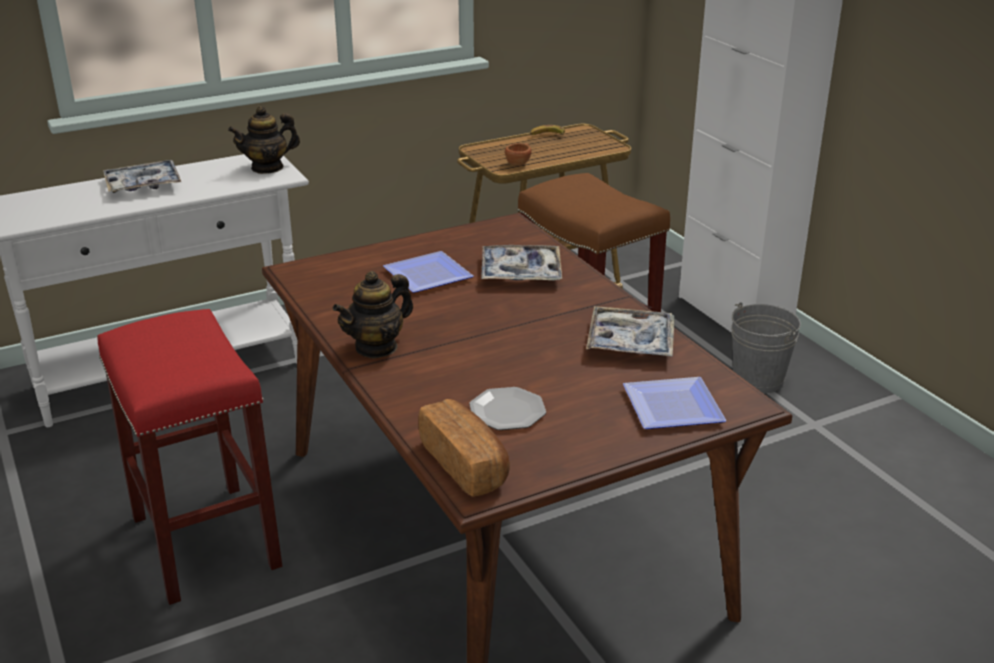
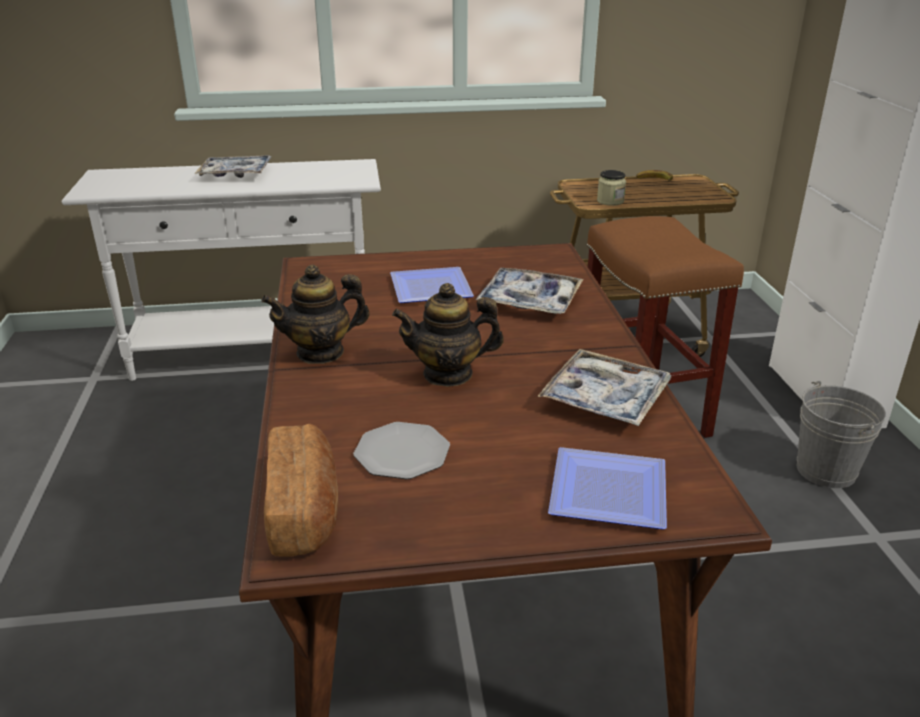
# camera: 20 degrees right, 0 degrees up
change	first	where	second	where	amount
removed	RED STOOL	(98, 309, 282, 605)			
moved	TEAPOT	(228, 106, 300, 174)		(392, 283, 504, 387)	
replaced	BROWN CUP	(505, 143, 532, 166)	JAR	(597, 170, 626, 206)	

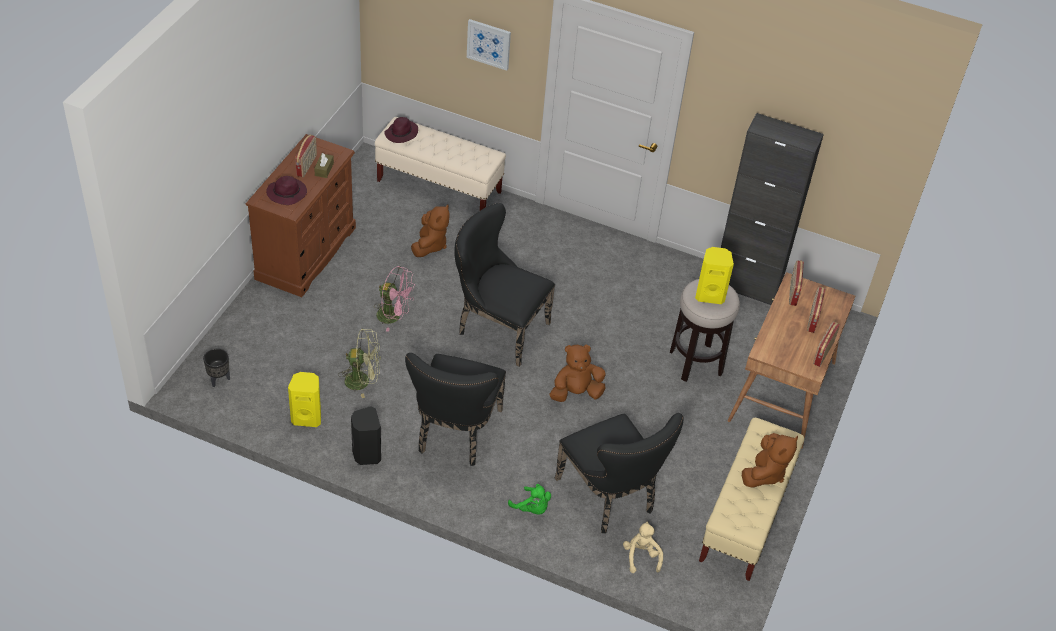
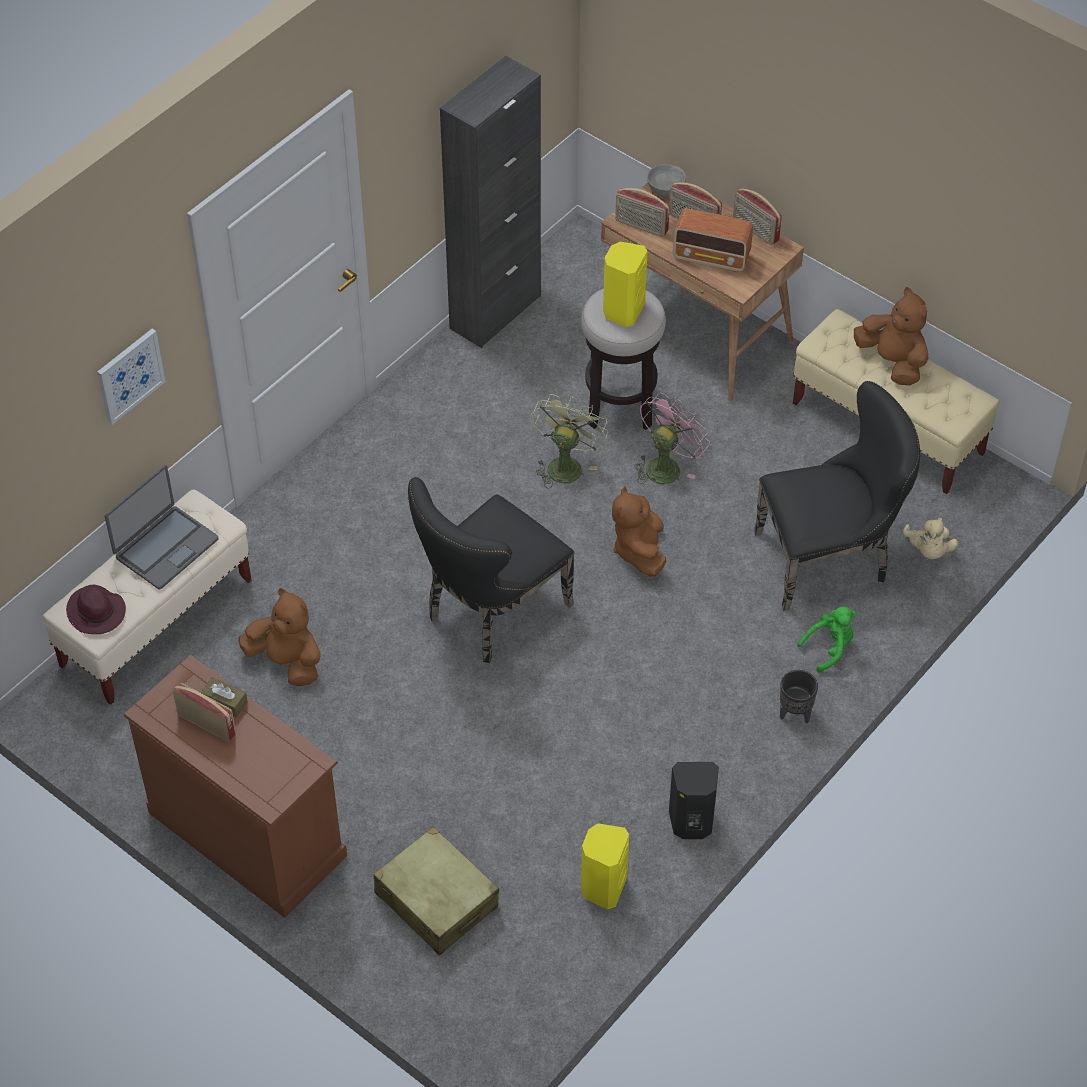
# camera: 70 degrees left, 5 degrees up
change	first	where	second	where	amount
removed	PURPLE HAT	(266, 176, 307, 205)			
removed	BLACK CHAIR	(405, 353, 506, 466)			
added			LAPTOP	(105, 465, 218, 589)	
added			BEIGE SUITCASE	(373, 826, 499, 956)	
added			GREY BOWL	(647, 164, 686, 196)	
added			RADIO	(673, 208, 753, 272)	
moved	BLACK PLANTER	(203, 348, 230, 387)		(780, 670, 818, 723)	
moved	GREEN FAN	(338, 329, 381, 398)		(532, 394, 608, 489)	
moved	PINK FAN	(375, 266, 414, 332)		(634, 393, 710, 484)	
turned	BEIGE PLUSH TOY	(623, 522, 663, 573)		(903, 518, 958, 559)	105 degrees counterclockwise

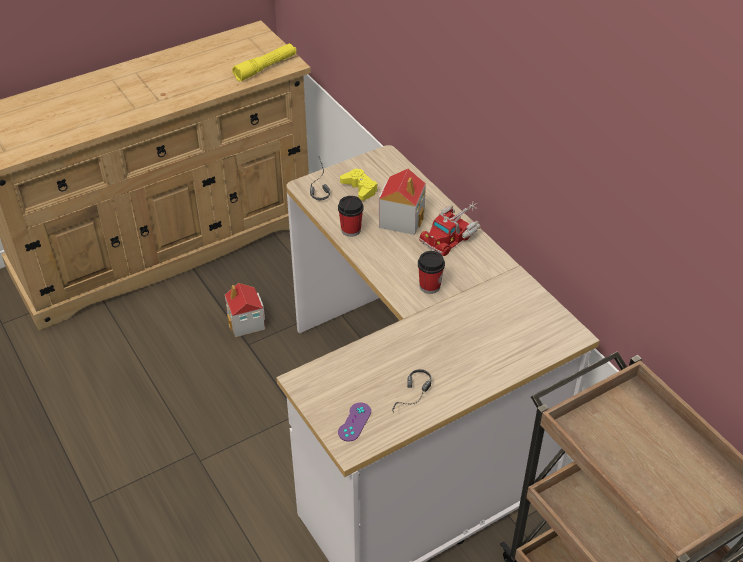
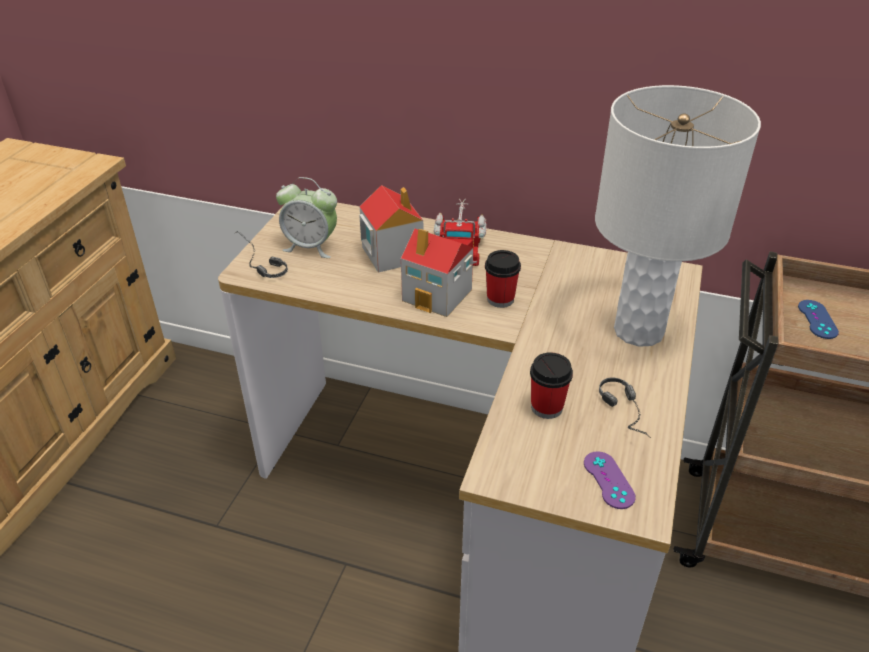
# camera: 40 degrees left, 5 degrees down
change	first	where	second	where	amount
removed	YELLOW FLASHLIGHT	(232, 43, 297, 81)			
added			WHITE TABLE LAMP	(595, 85, 761, 347)	
added			BLUE GAME CONTROLLER	(798, 300, 839, 339)	
moved	TOY HOUSE	(225, 283, 265, 337)		(401, 229, 473, 317)	
moved	CUP	(338, 196, 364, 237)		(530, 352, 573, 419)	
replaced	YELLOW GAME CONTROLLER	(340, 169, 378, 201)	ALARM CLOCK	(276, 177, 337, 258)	

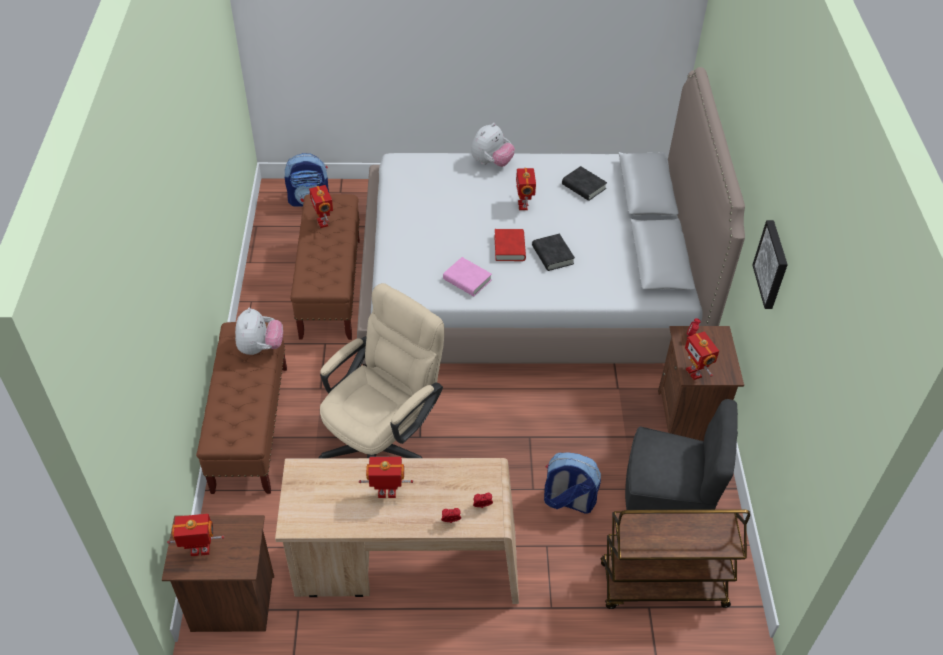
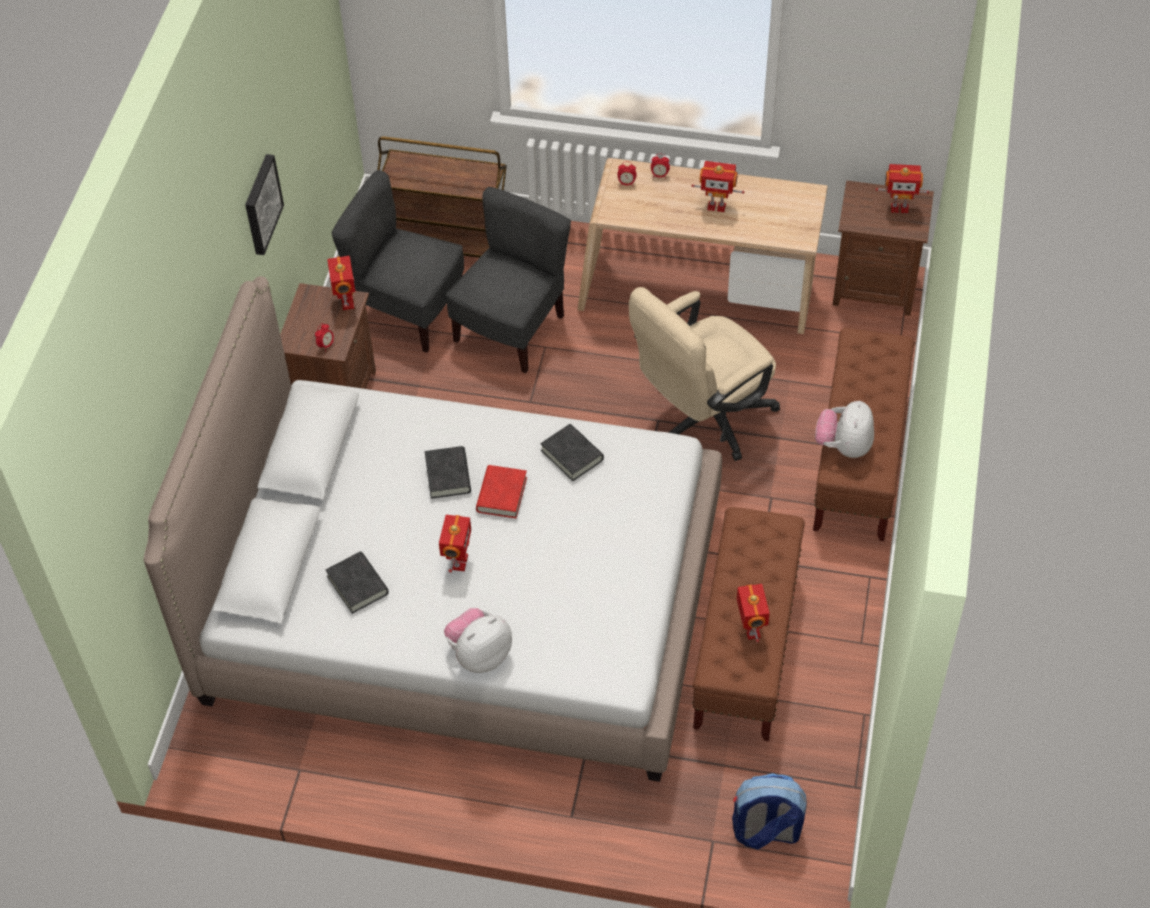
# camera: 165 degrees left, 5 degrees up
change	first	where	second	where	amount
replaced	BACKPACK	(544, 452, 601, 514)	GREY CHAIR	(446, 187, 571, 373)	
recoloured	PINK BOOK	(443, 257, 492, 296)	BLACK BOOK	(540, 424, 604, 481)	

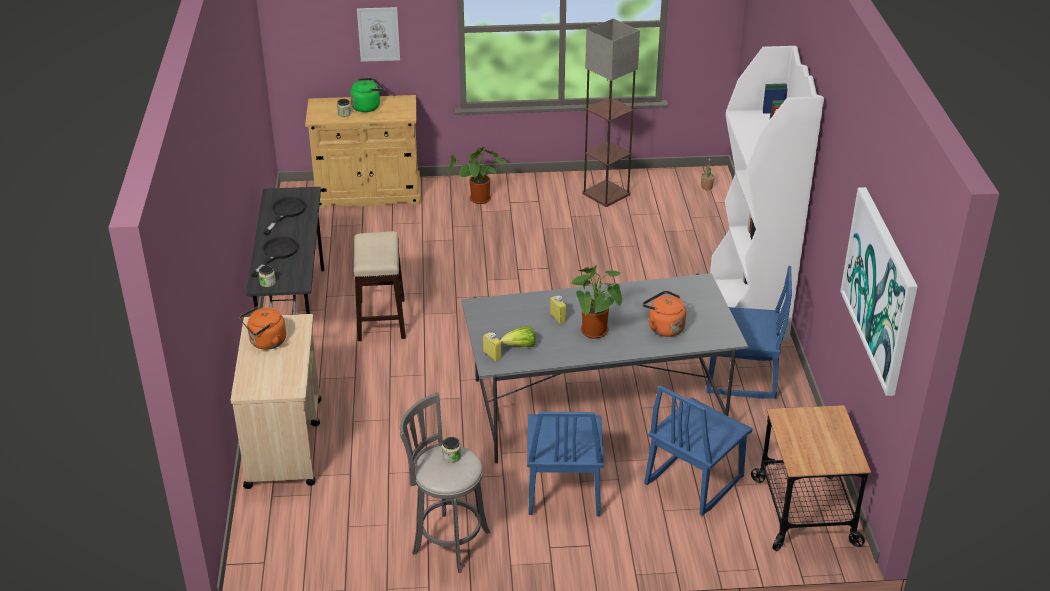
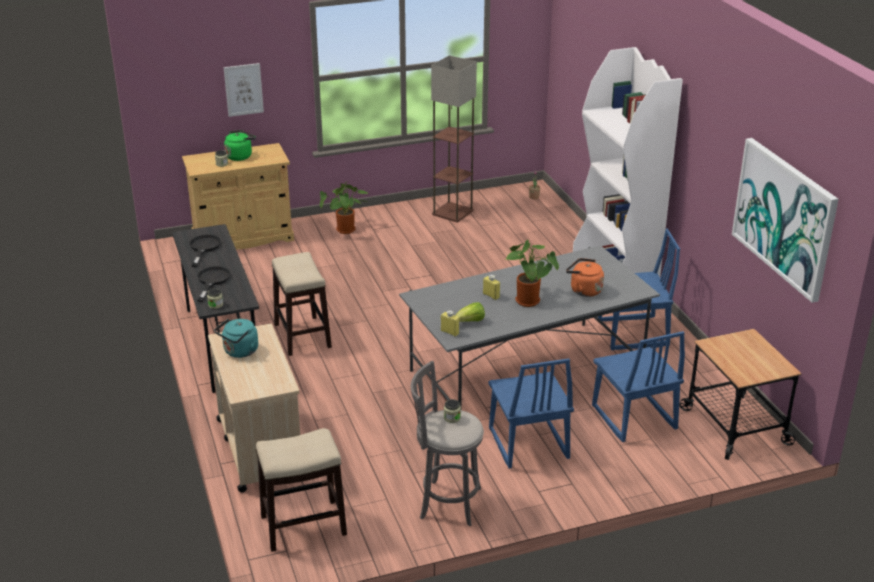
# camera: 15 degrees left, 5 degrees down
change	first	where	second	where	amount
added			STOOL	(256, 428, 347, 552)	
recoloured	ORANGE KETTLE	(240, 306, 286, 350)	TURQUOISE KETTLE	(214, 319, 258, 358)	
turned	BLUE CHAIR	(644, 386, 753, 516)		(592, 331, 685, 442)	45 degrees counterclockwise

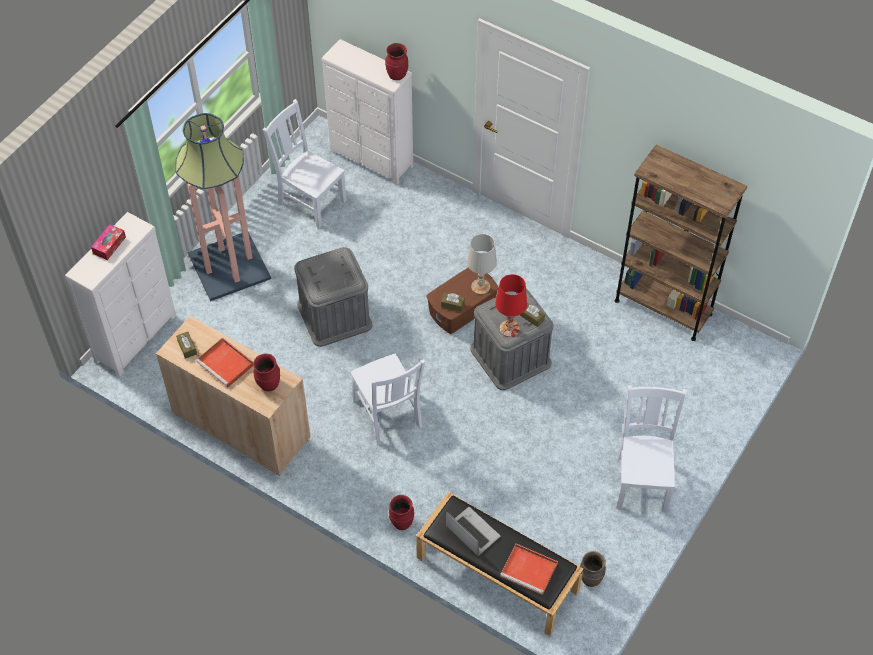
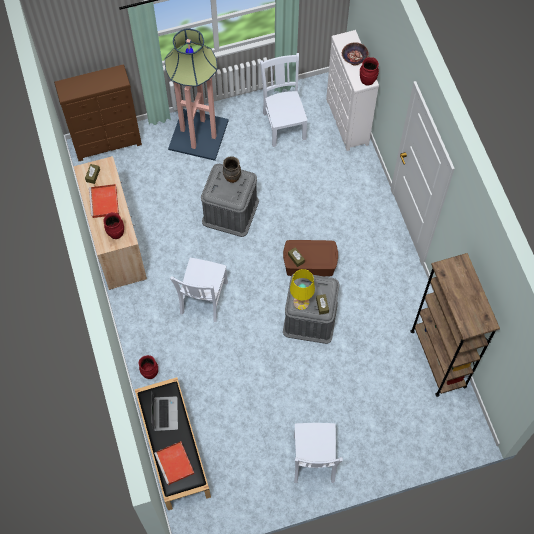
# camera: 40 degrees right, 10 degrees up
change	first	where	second	where	amount
removed	TISSUE BOX	(91, 224, 126, 260)			
removed	WHITE TABLE LAMP	(467, 234, 497, 295)			
added			BOWL	(342, 42, 369, 65)	
moved	BROWN VASE	(580, 551, 606, 587)		(223, 156, 241, 183)	
recoloured	WHITE DRESSER	(65, 212, 176, 377)	BROWN DRESSER	(54, 64, 142, 161)	
recoloured	RED TABLE LAMP	(495, 274, 527, 337)	YELLOW TABLE LAMP	(290, 269, 315, 310)	
turned	WHITE CHAIR	(616, 385, 687, 512)		(294, 423, 343, 483)	135 degrees clockwise

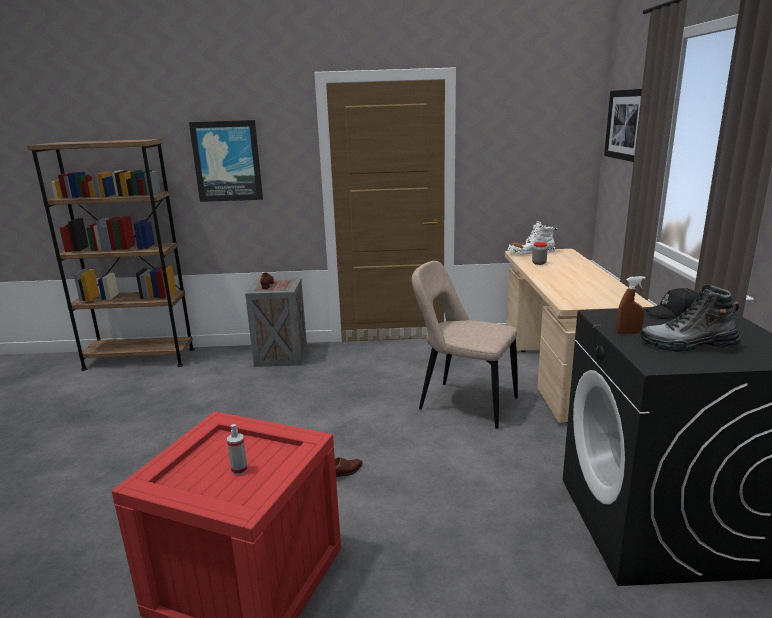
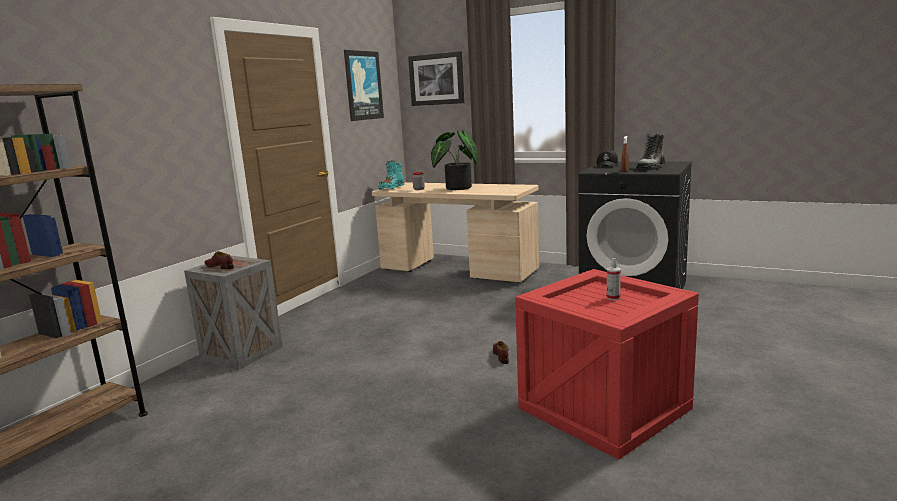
# camera: 60 degrees left, 5 degrees down
change	first	where	second	where	amount
removed	BEIGE CHAIR	(412, 261, 518, 429)			
added			POTTED PLANT	(431, 130, 478, 190)	
moved	PICTURE	(189, 120, 263, 202)		(344, 50, 384, 121)	
recoloured	WHITE BOOT	(507, 221, 558, 255)	TURQUOISE BOOT	(378, 160, 404, 190)	

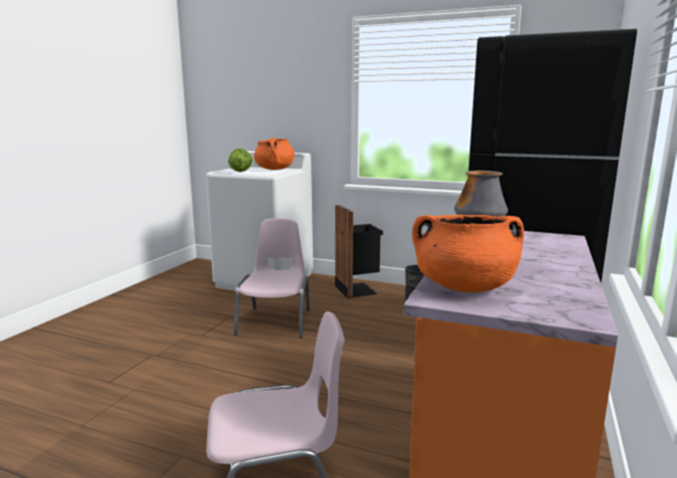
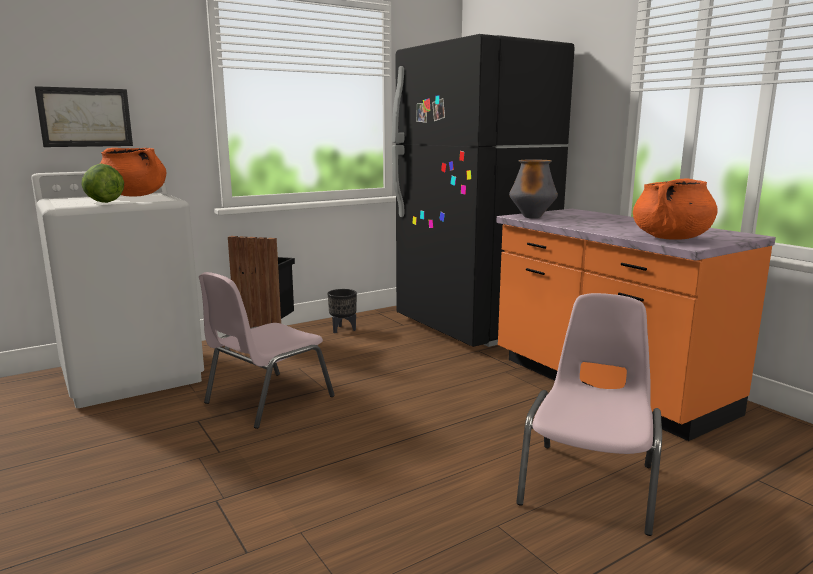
# camera: 55 degrees left, 0 degrees up
change	first	where	second	where	amount
added			PICTURE	(35, 86, 133, 147)	
turned	PINK CHAIR	(234, 218, 310, 338)		(199, 272, 335, 429)	90 degrees counterclockwise

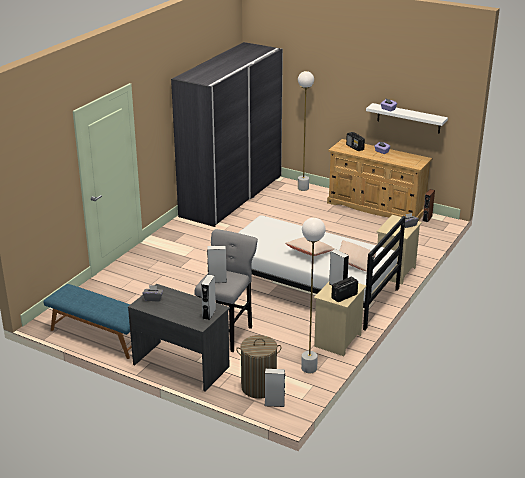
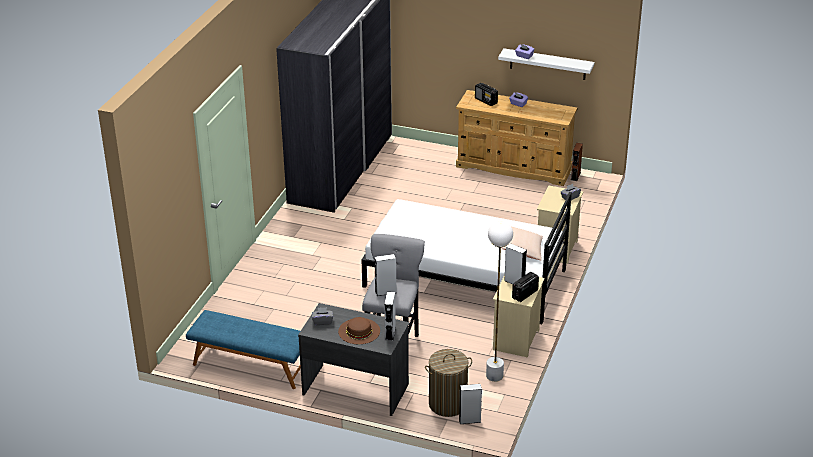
# camera: 10 degrees left, 5 degrees up
change	first	where	second	where	amount
removed	BEIGE PILLOW	(285, 237, 334, 256)			
removed	WHITE FLOOR LAMP	(298, 71, 314, 191)			
added			BROWN HAT	(338, 317, 380, 344)	

